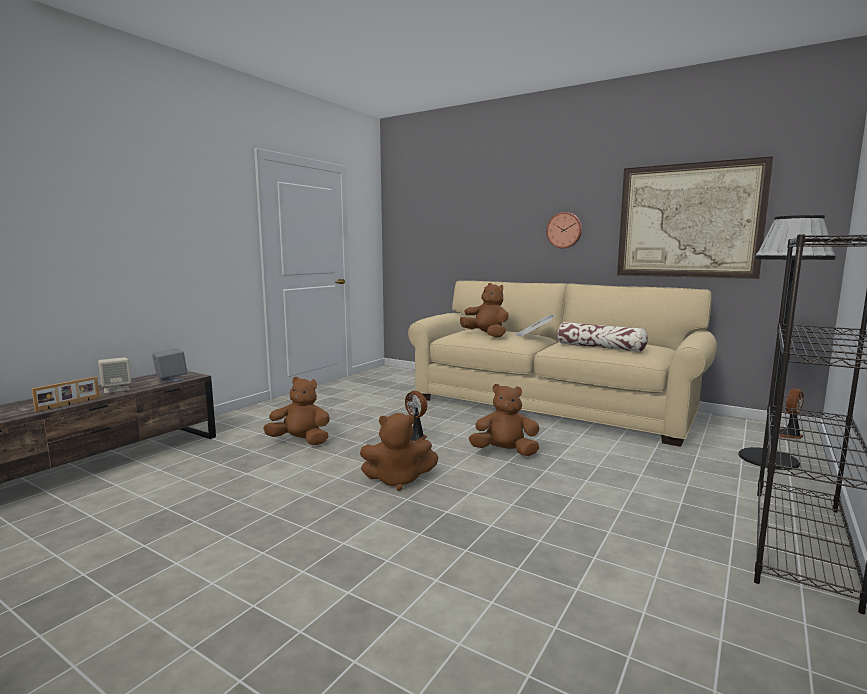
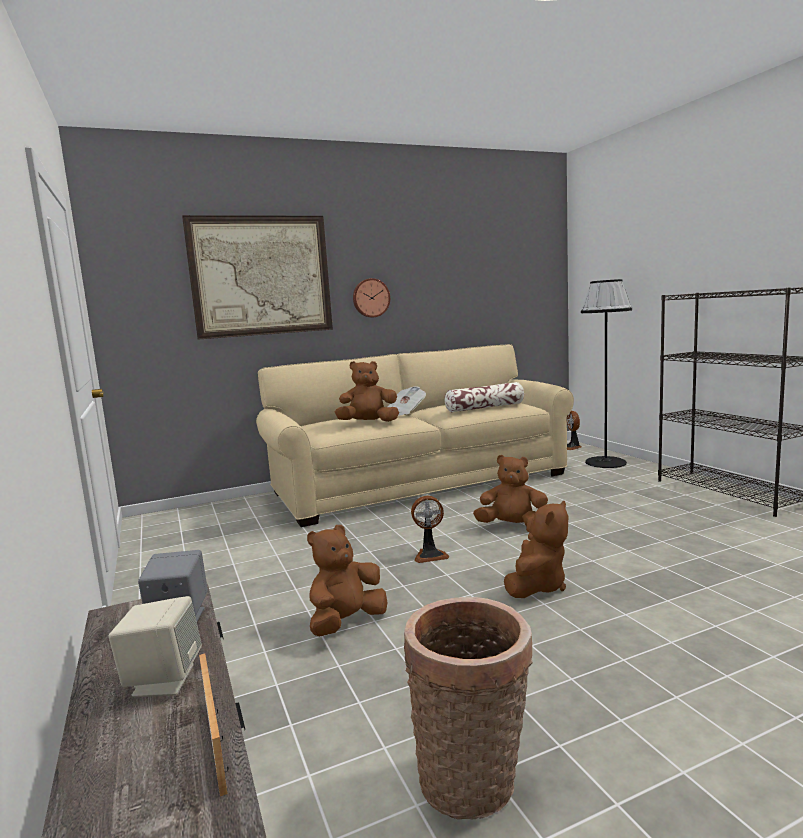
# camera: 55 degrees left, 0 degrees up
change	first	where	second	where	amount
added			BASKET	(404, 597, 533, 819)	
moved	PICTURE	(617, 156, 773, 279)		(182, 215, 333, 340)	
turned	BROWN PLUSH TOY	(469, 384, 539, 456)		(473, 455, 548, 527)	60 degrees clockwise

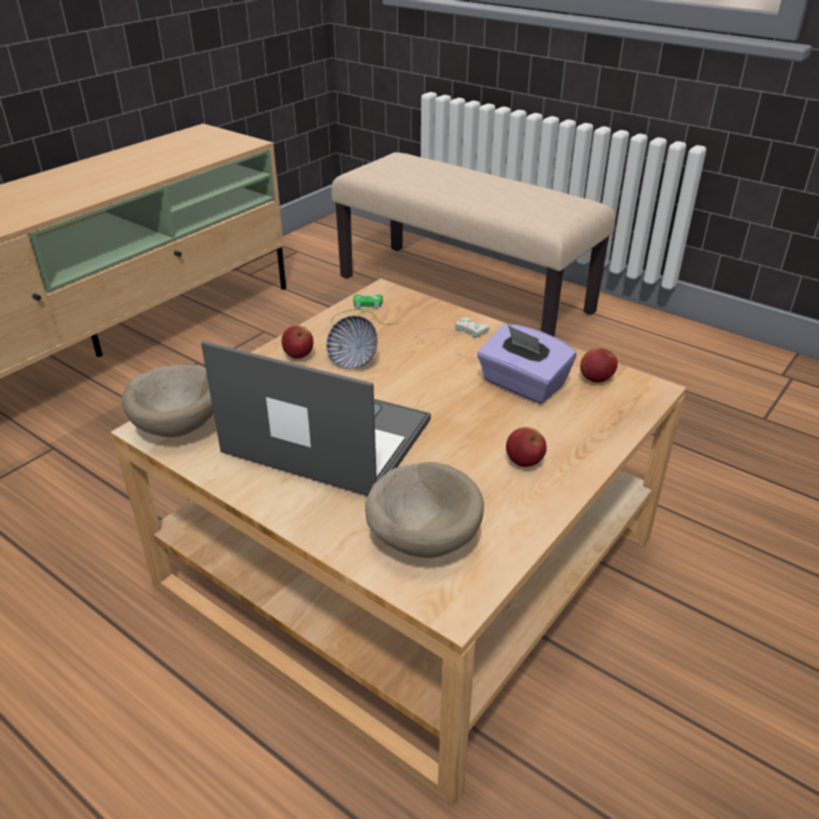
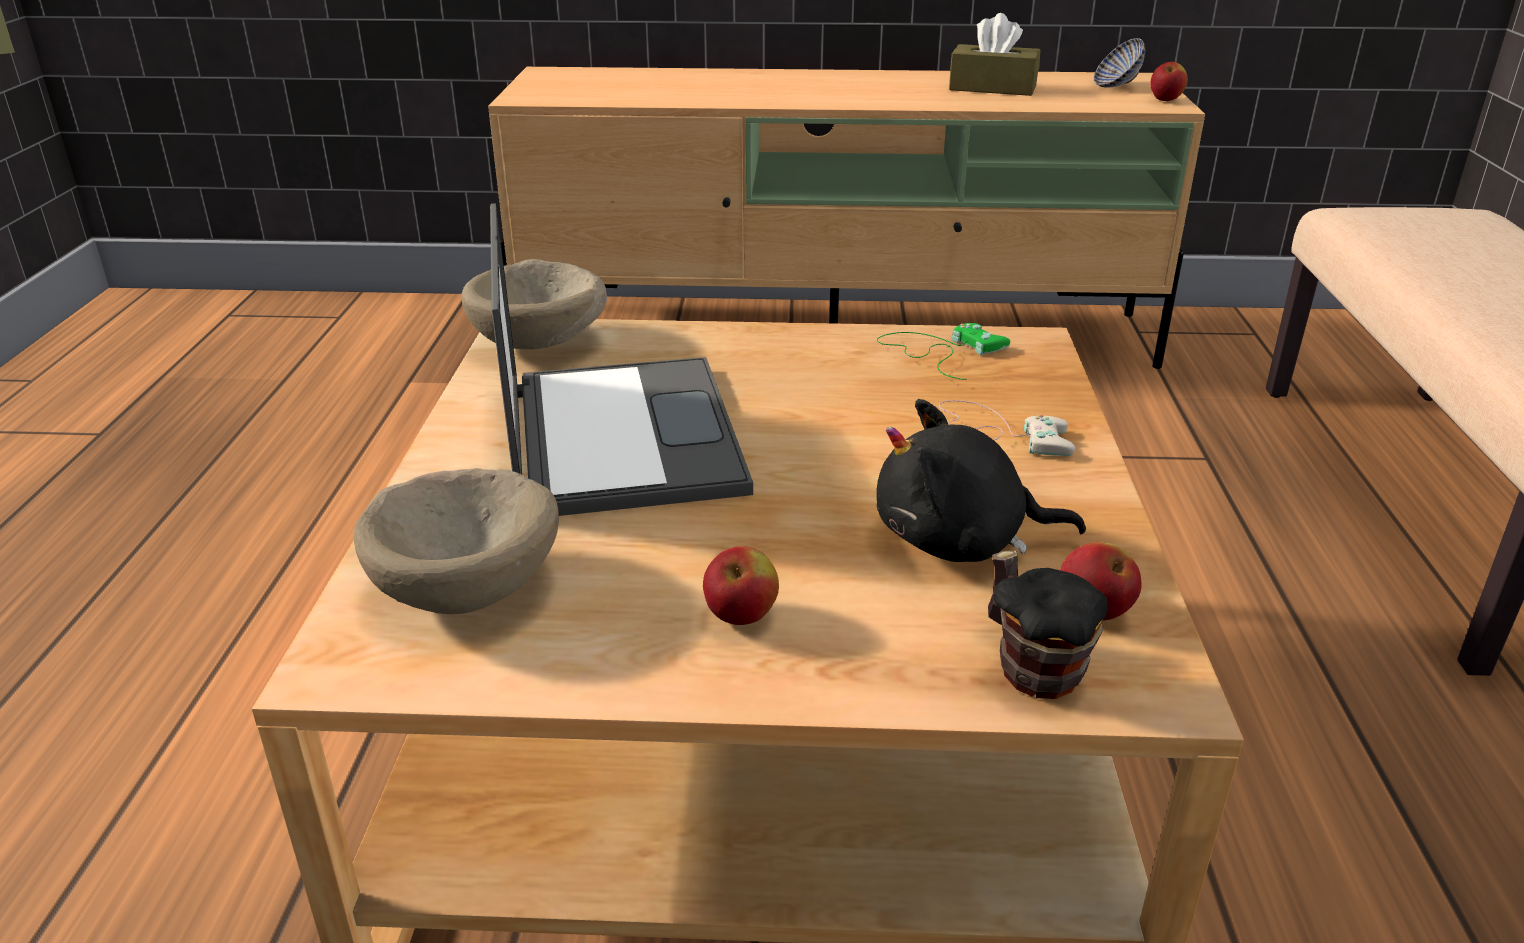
# camera: 55 degrees right, 5 degrees down
change	first	where	second	where	amount
added			BROWN TISSUE BOX	(949, 13, 1040, 96)	
added			MUG	(988, 551, 1108, 699)	
moved	APPLE	(282, 325, 313, 359)		(1150, 62, 1188, 101)	
moved	BOWL	(326, 316, 378, 369)		(1094, 38, 1145, 88)	
replaced	PURPLE TISSUE BOX	(477, 324, 577, 404)	BLACK PLUSH TOY	(876, 399, 1086, 562)	

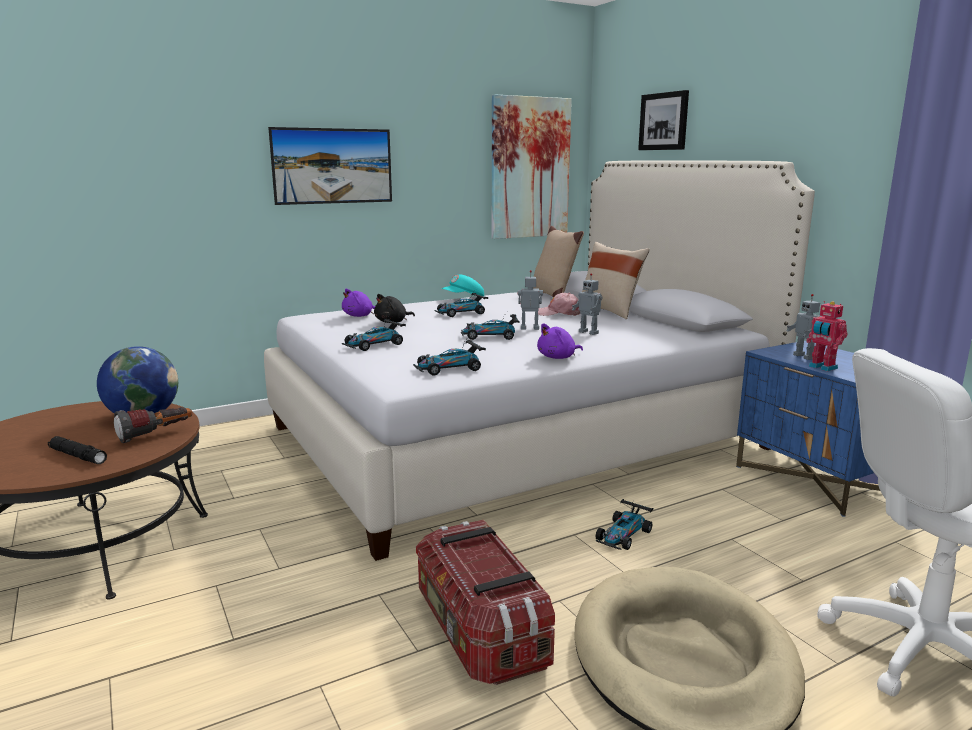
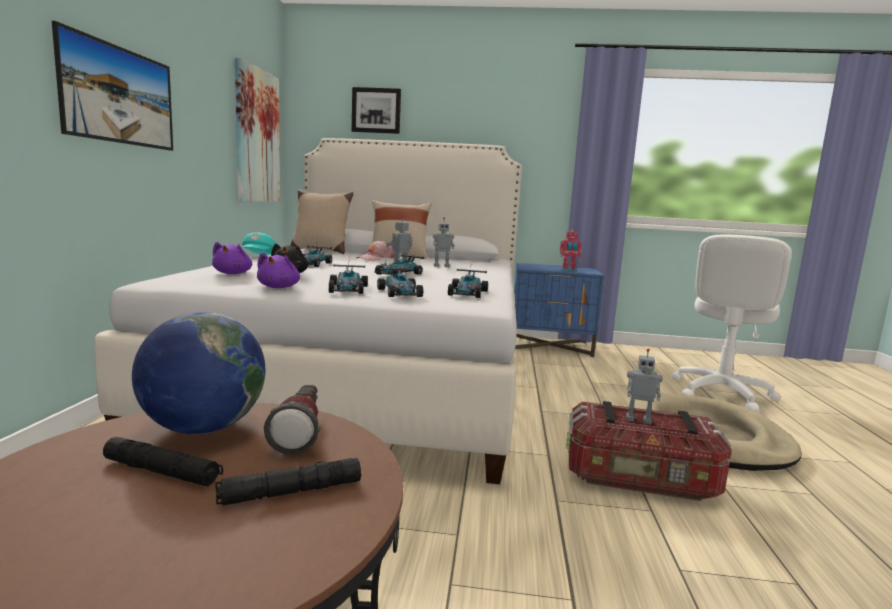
# camera: 55 degrees left, 5 degrees down
change	first	where	second	where	amount
added			BLACK FLASHLIGHT	(103, 437, 223, 486)	
moved	PURPLE PLUSH TOY	(537, 323, 583, 359)		(257, 253, 300, 288)	
moved	TOY CAR	(595, 499, 653, 550)		(377, 265, 423, 297)	
moved	TOY ROBOT	(786, 294, 822, 360)		(626, 349, 663, 425)	

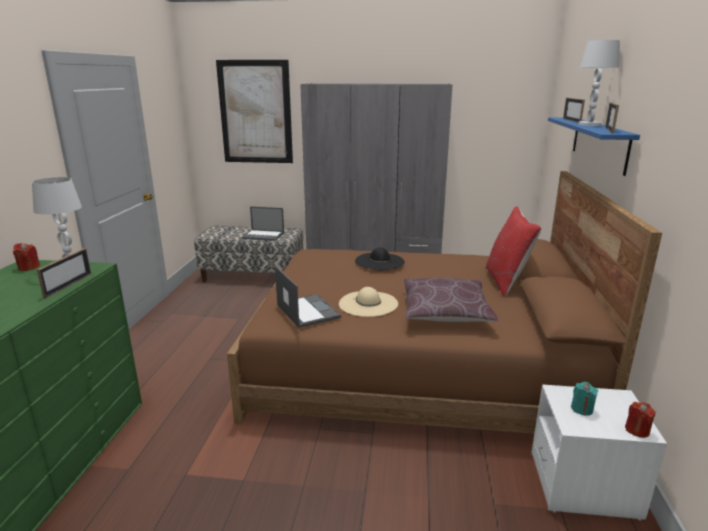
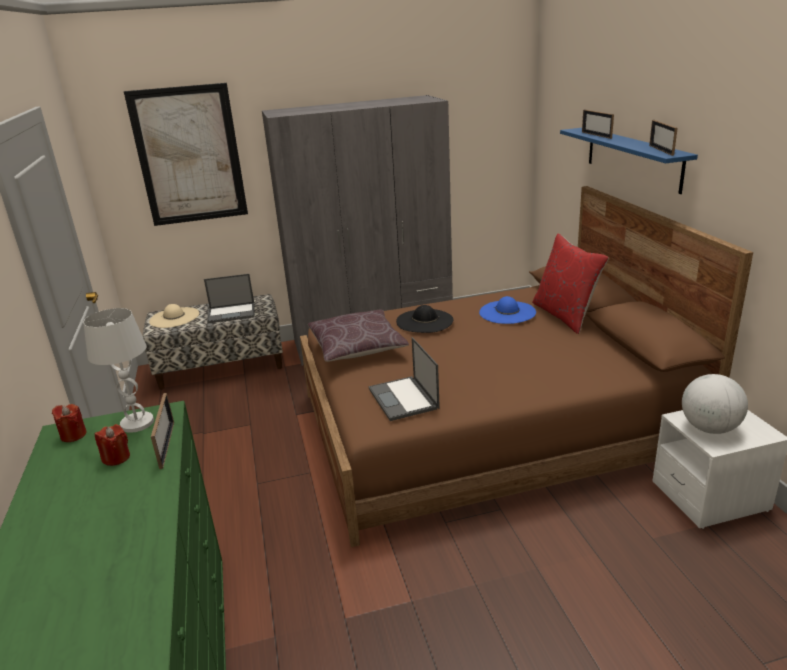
# camera: 20 degrees left, 5 degrees up
change	first	where	second	where	amount
removed	WHITE TABLE LAMP	(579, 40, 620, 126)			
added			BLUE HAT	(479, 296, 536, 324)	
moved	BEIGE HAT	(339, 287, 398, 317)		(149, 304, 199, 328)	
moved	BROWN PILLOW	(404, 278, 498, 322)		(308, 310, 409, 362)	
moved	RED CANDLE	(625, 402, 656, 438)		(95, 424, 130, 466)	
replaced	TURQUOISE CANDLE	(571, 382, 598, 416)	GLOBE	(682, 374, 748, 434)	
turned	LAPTOP	(275, 266, 341, 328)		(369, 337, 440, 421)	150 degrees counterclockwise

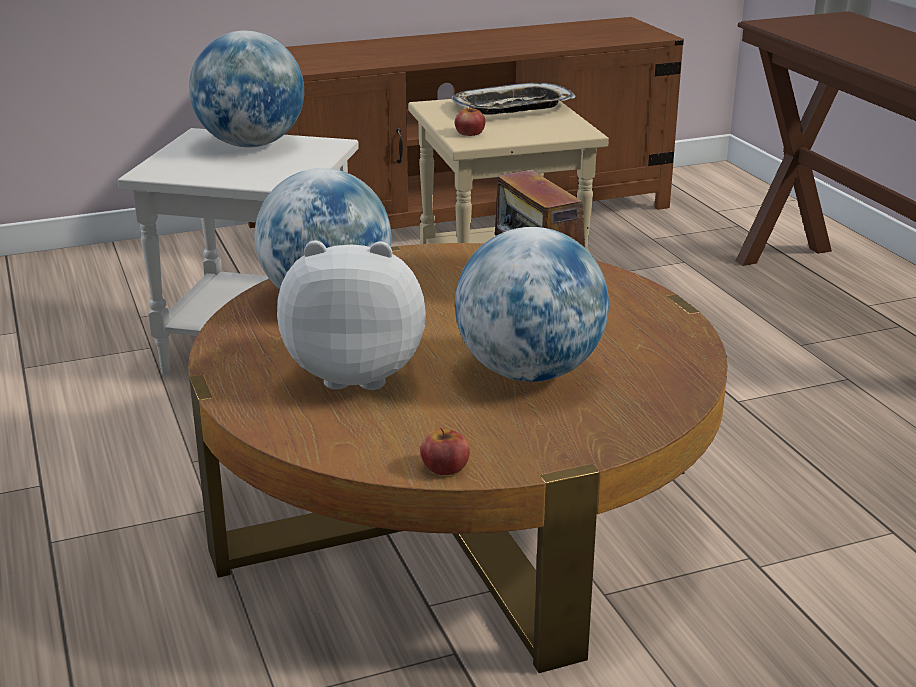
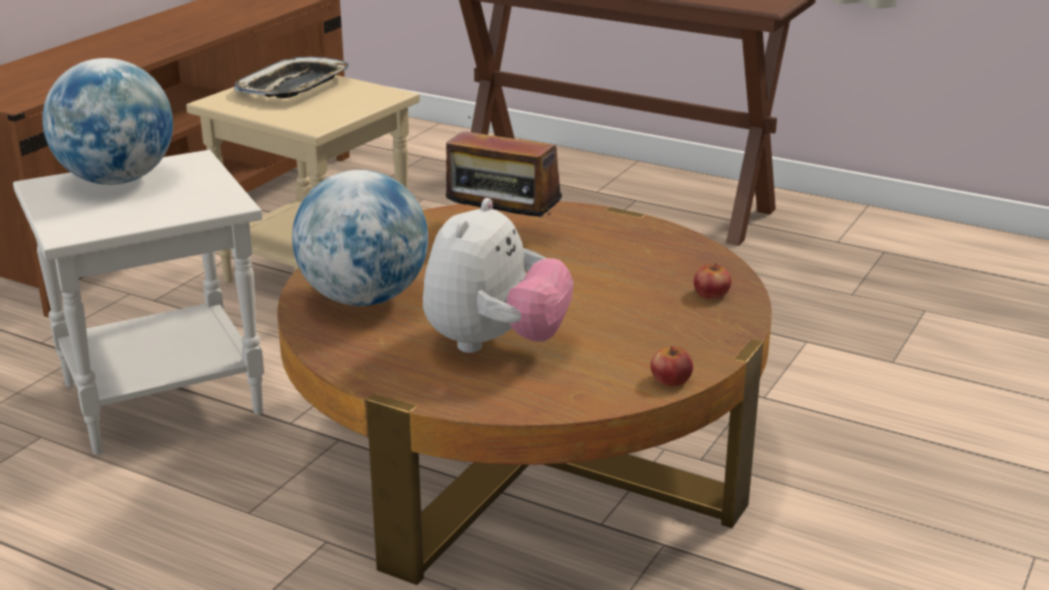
# camera: 40 degrees left, 0 degrees up
change	first	where	second	where	amount
removed	GLOBE	(455, 227, 609, 382)			
moved	APPLE	(455, 105, 485, 136)		(694, 263, 731, 299)	
turned	PLUSH TOY	(277, 241, 426, 390)		(423, 198, 574, 353)	150 degrees clockwise

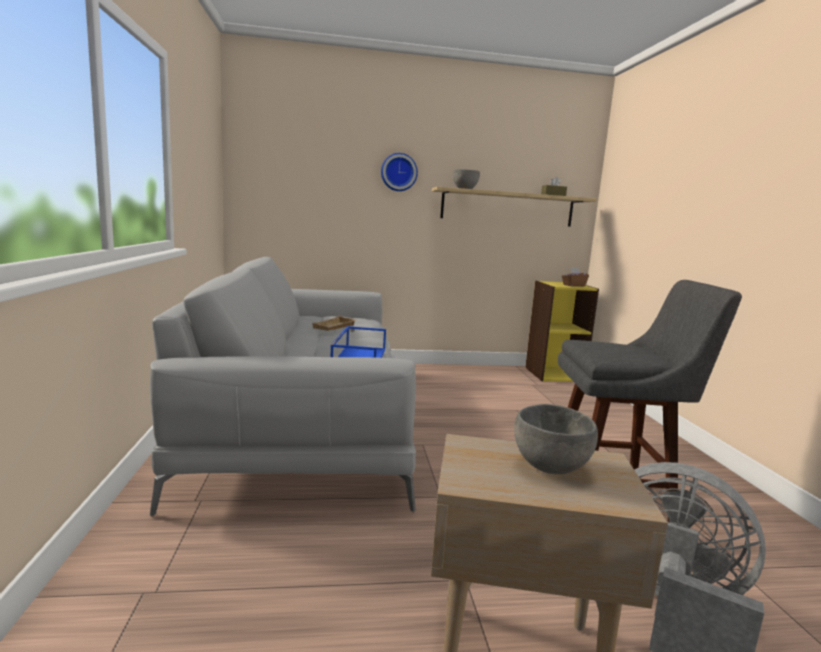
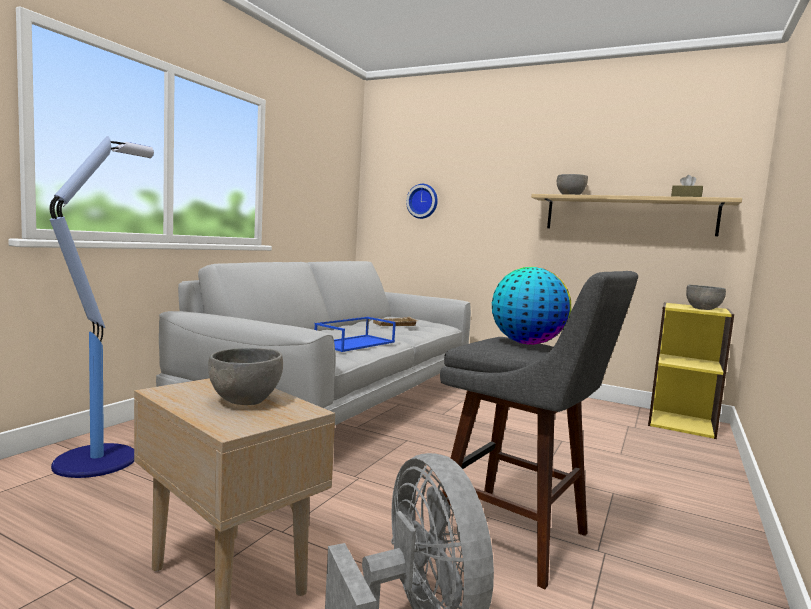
# camera: 35 degrees right, 5 degrees down
change	first	where	second	where	amount
added			FLOOR LAMP	(50, 136, 154, 478)	
added			GLOBE	(492, 267, 571, 345)	
moved	WALL CLOCK	(381, 153, 418, 191)		(406, 184, 438, 219)	
replaced	BROWN TISSUE BOX	(562, 268, 589, 287)	GREY BOWL	(686, 285, 726, 310)	

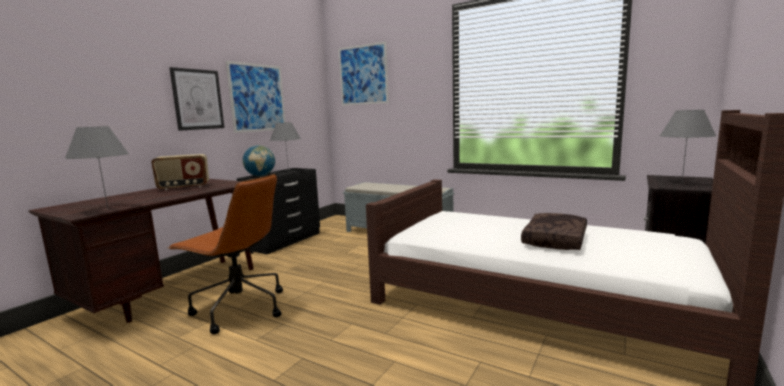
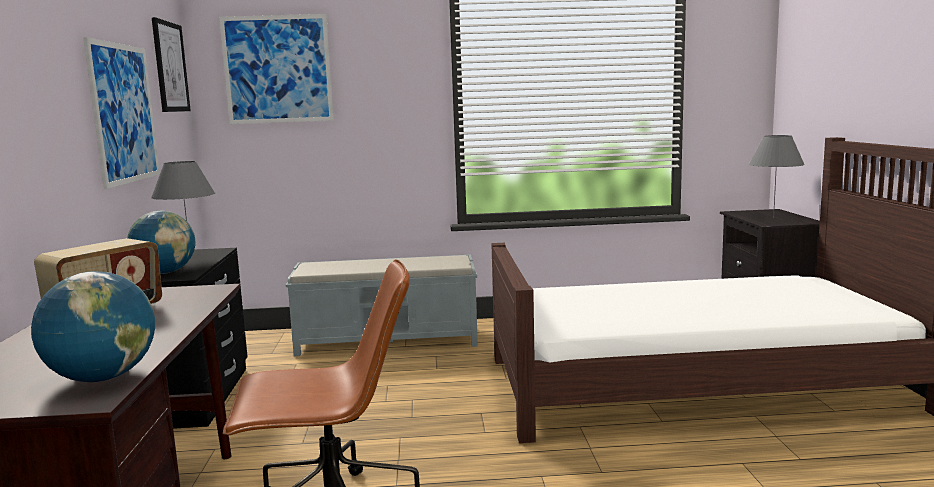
# camera: 35 degrees left, 0 degrees up
change	first	where	second	where	amount
removed	BROWN PILLOW	(521, 213, 587, 250)			
moved	PICTURE	(169, 67, 224, 131)		(152, 17, 191, 112)	
replaced	GREY TABLE LAMP	(65, 126, 129, 209)	GLOBE	(31, 271, 155, 382)	

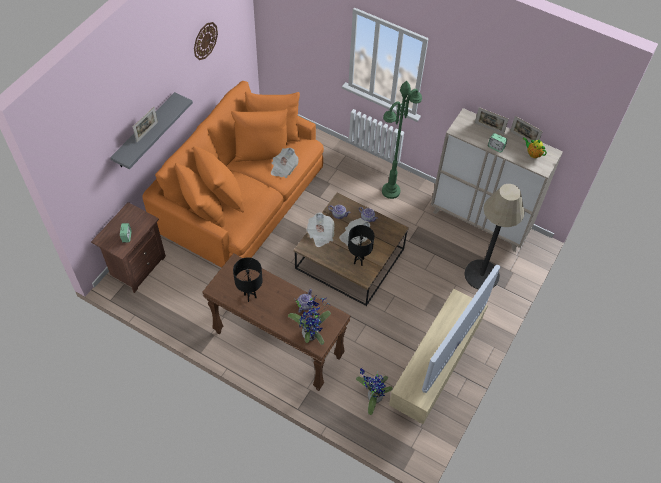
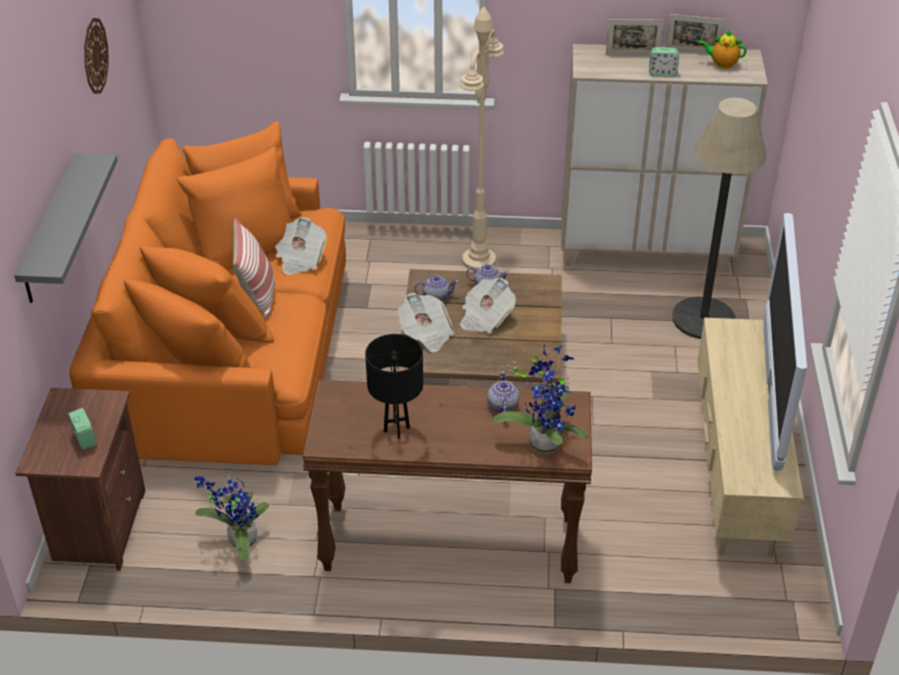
# camera: 25 degrees left, 15 degrees down
change	first	where	second	where	amount
removed	PICTURE FRAME	(133, 107, 158, 142)			
removed	BLACK TABLE LAMP	(348, 225, 374, 266)			
added			PILLOW	(233, 218, 275, 320)	
moved	POTTED PLANT	(356, 367, 393, 415)		(194, 473, 269, 560)	
recoloured	GREEN FLOOR LAMP	(382, 81, 422, 199)	BEIGE FLOOR LAMP	(460, 6, 504, 271)	

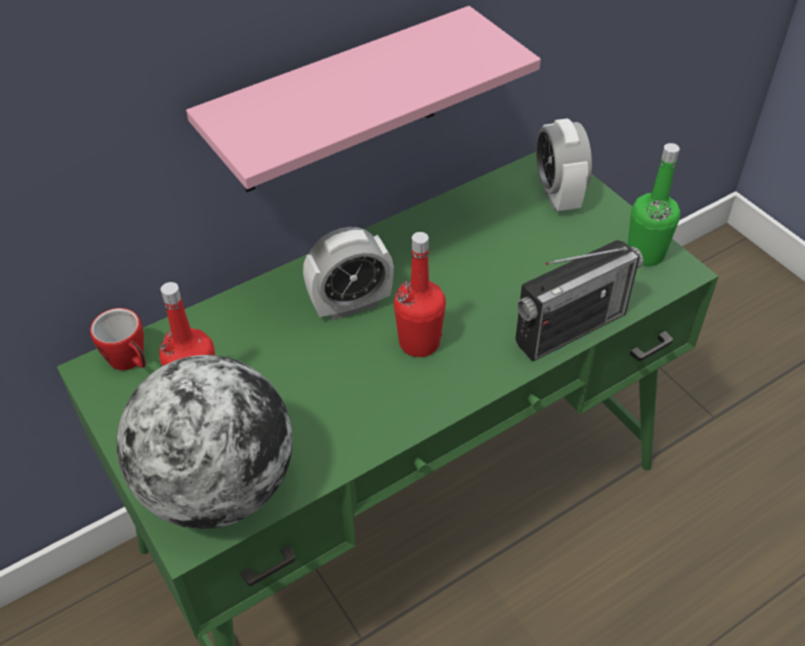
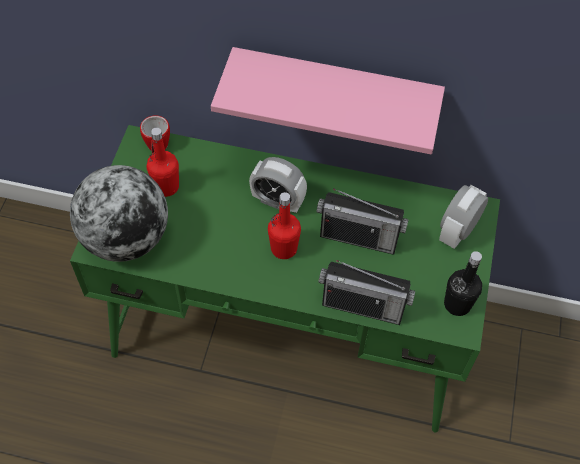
# camera: 45 degrees right, 10 degrees up
change	first	where	second	where	amount
added			RADIO	(316, 188, 409, 255)	
recoloured	GREEN BOTTLE	(627, 143, 681, 266)	BLACK BOTTLE	(444, 251, 482, 316)	

